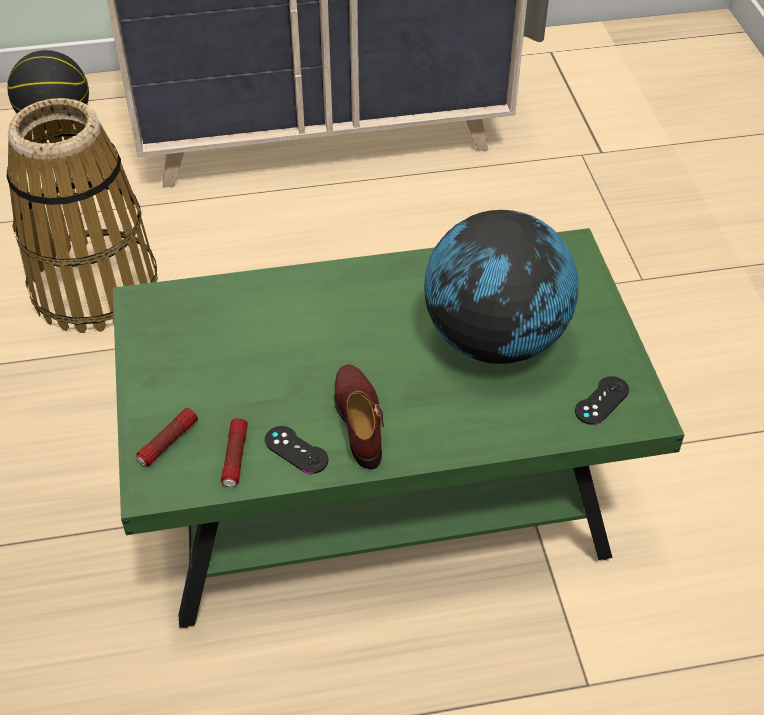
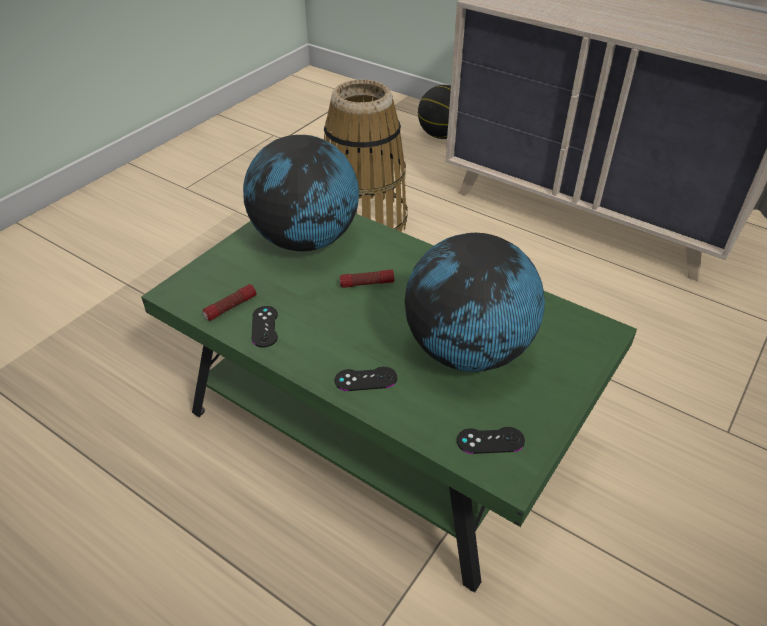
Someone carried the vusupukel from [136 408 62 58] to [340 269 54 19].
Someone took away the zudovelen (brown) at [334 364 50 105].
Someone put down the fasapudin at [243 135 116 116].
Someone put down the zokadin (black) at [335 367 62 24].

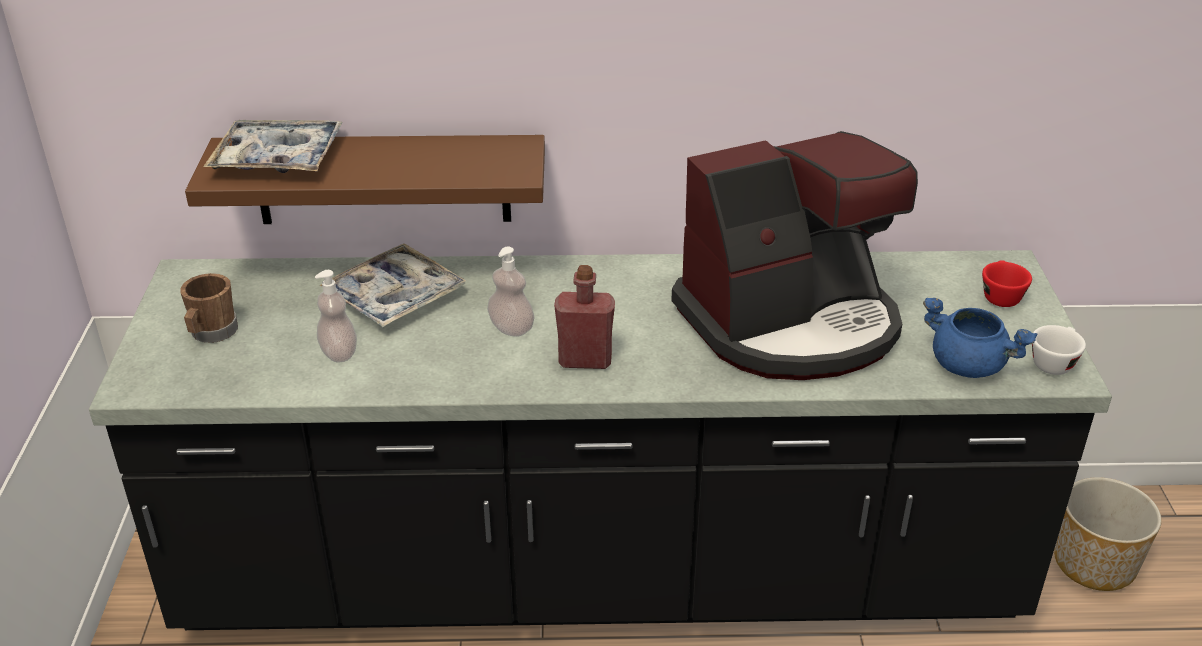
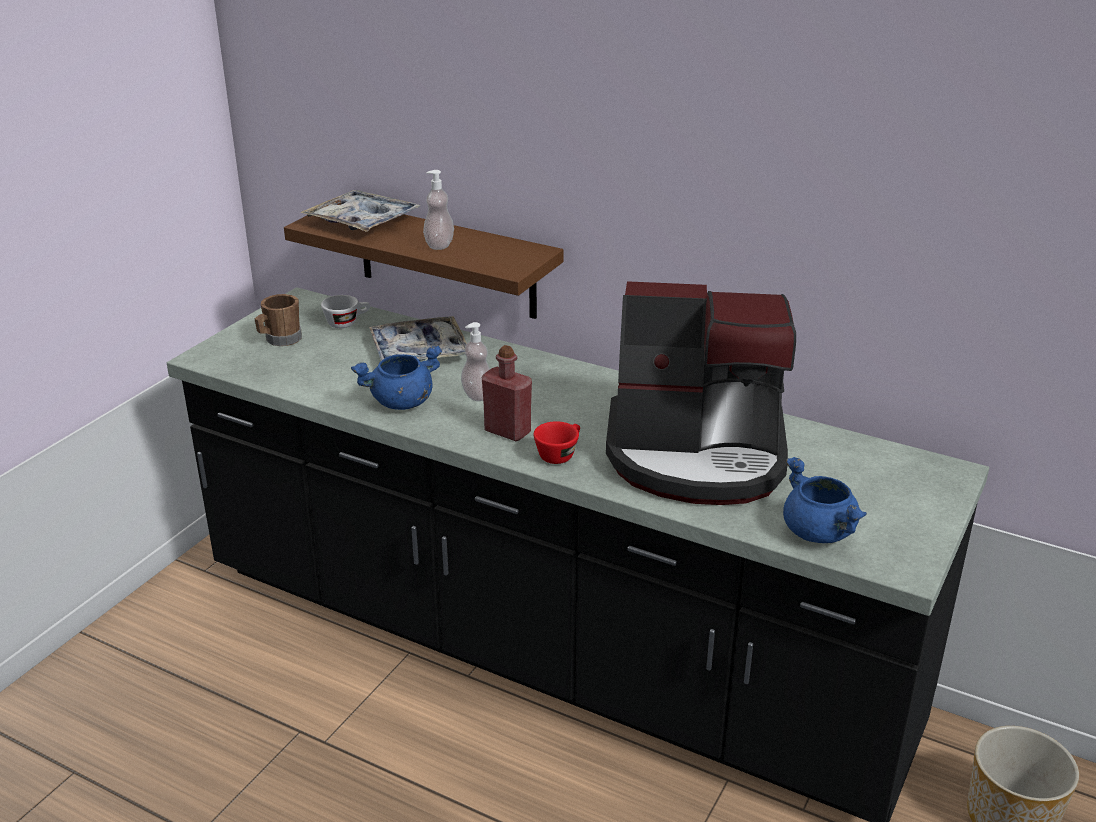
Someone carried the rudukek from [315 270 42 93] to [423 170 31 80].
Someone carried the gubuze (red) from [982 260 50 47] to [533 421 47 43].
Someone carried the gubuze (white) from [1032 325 54 50] to [321 295 49 33].
Someone put down the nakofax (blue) at [351 345 91 65].

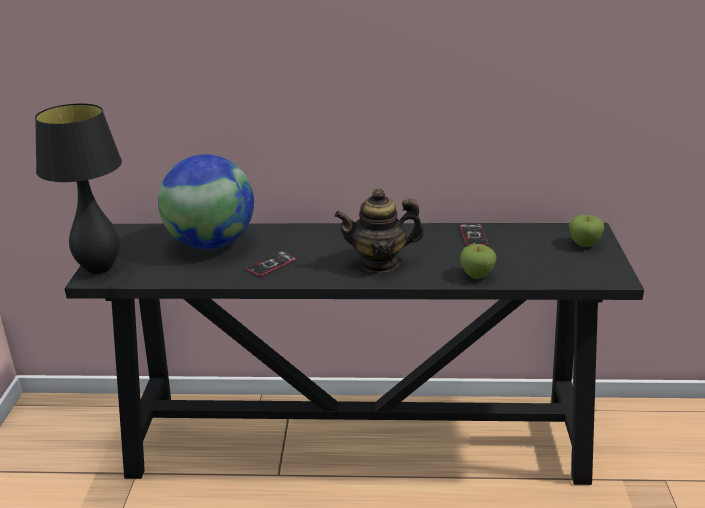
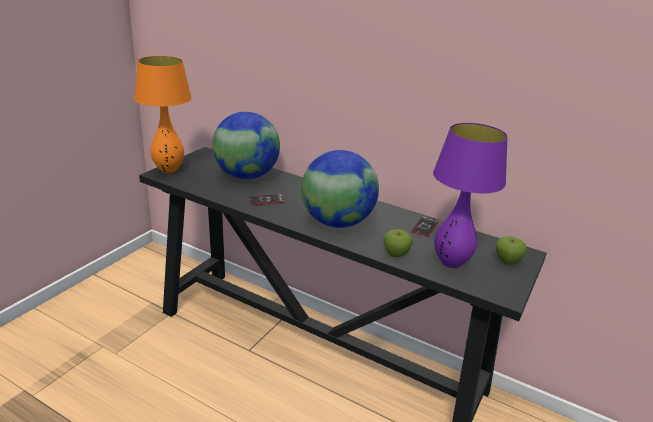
Someone repainted the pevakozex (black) at [35 103 87 171], which became the pevakozex (orange) at [134 56 58 117].
Someone swapped the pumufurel at [334 188 90 85] for the fasapudin at [301 150 78 78].
Someone put down the pevakozex (purple) at [433 123 75 145].

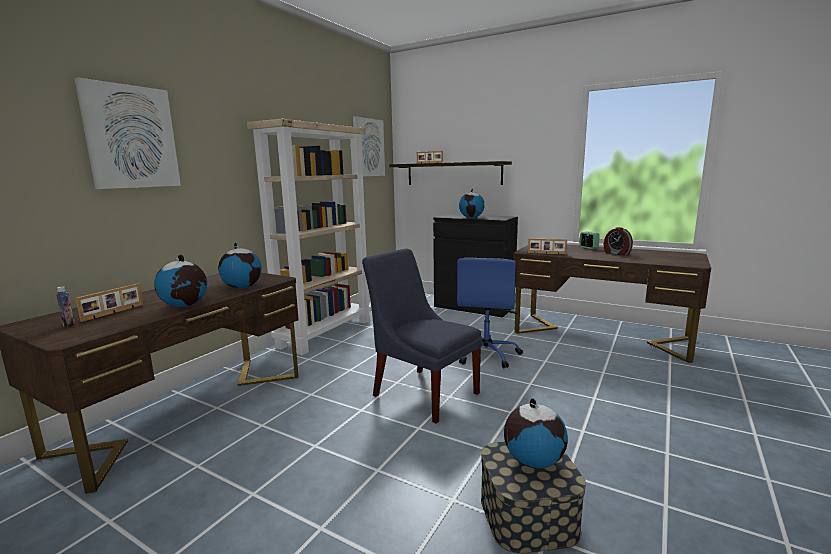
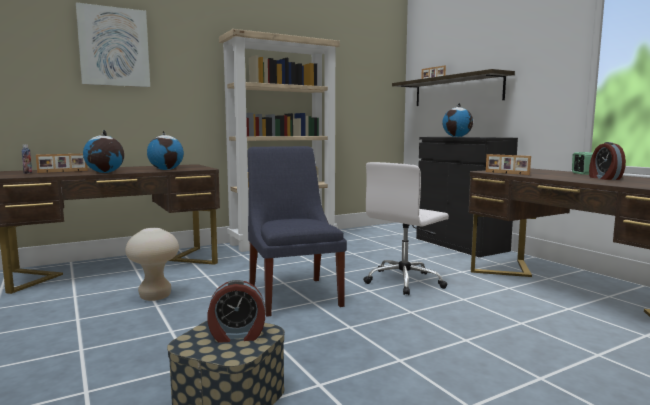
Someone took away the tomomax at [353 116 32 60].
Someone repainted the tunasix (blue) at [457 258 66 110], which became the tunasix (white) at [364 162 85 133].
Someone swapped the fasapudin at [504 398 64 71] for the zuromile at [208 280 57 63].
Someone put down the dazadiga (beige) at [125 228 54 73].

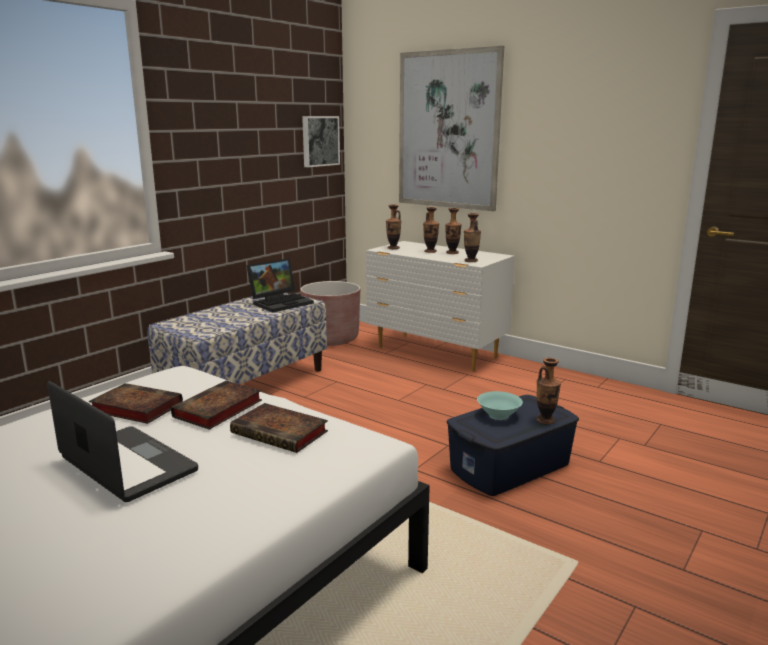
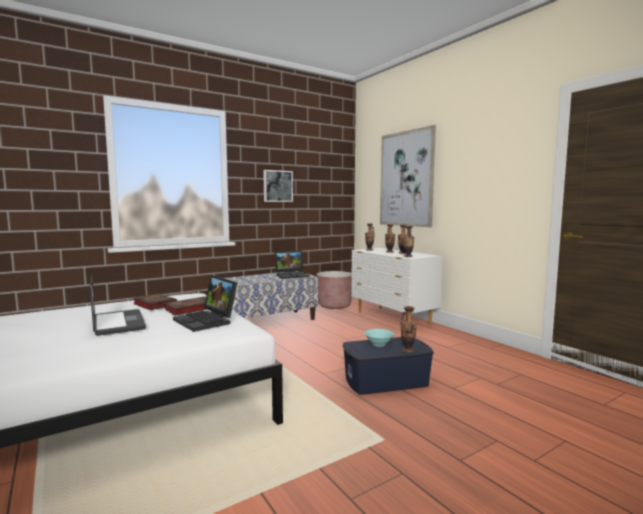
Someone swapped the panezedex at [230 403 98 50] for the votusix at [173 275 65 57].
Someone carried the tomomax from [302 116 38 51] to [263 170 30 32].

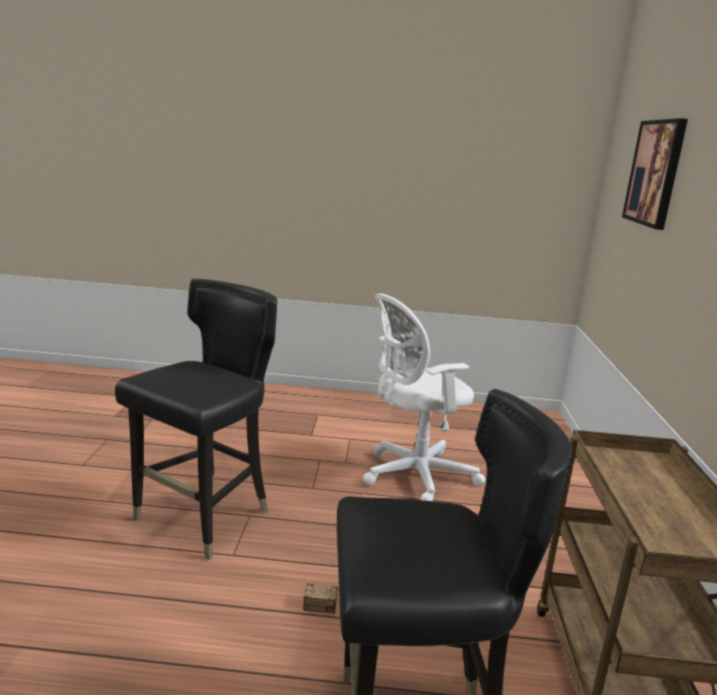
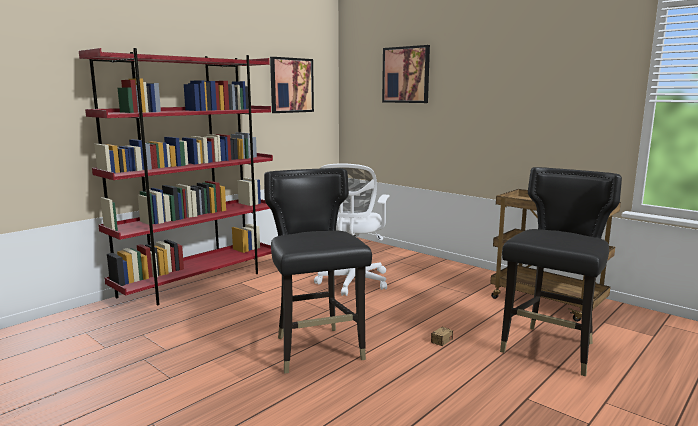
Someone put down the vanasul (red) at [79 48 194 257].
Someone put up the tomomax at [270 57 44 56].

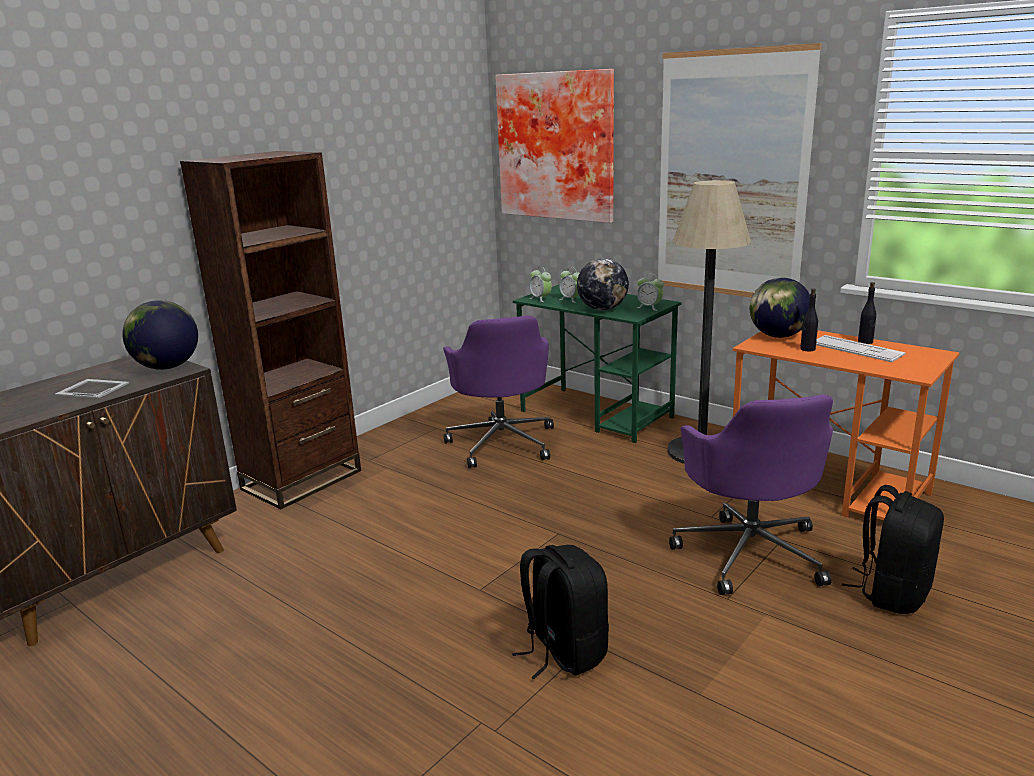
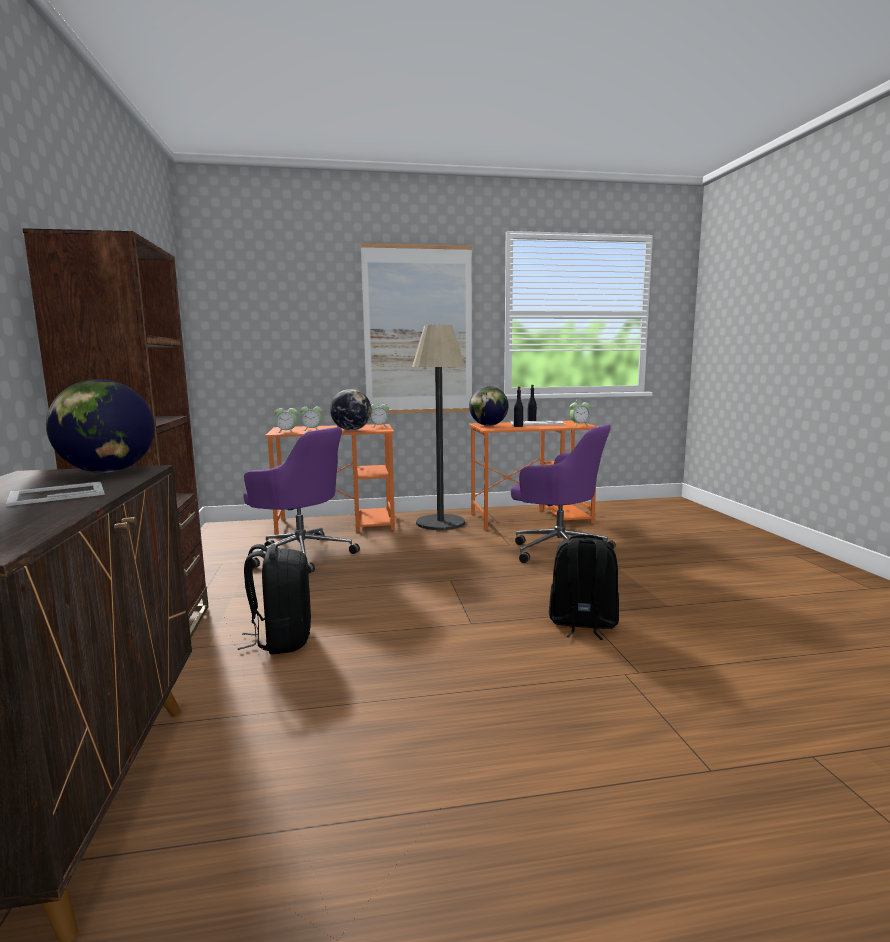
Someone took away the tomomax at [495 69 119 154].
Someone repainted the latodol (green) at [513 285 169 158], which became the latodol (orange) at [265 424 130 111].
Someone carried the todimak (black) from [842 485 102 129] to [238 544 73 111].
Someone put down the zuromile at [570 399 20 27].

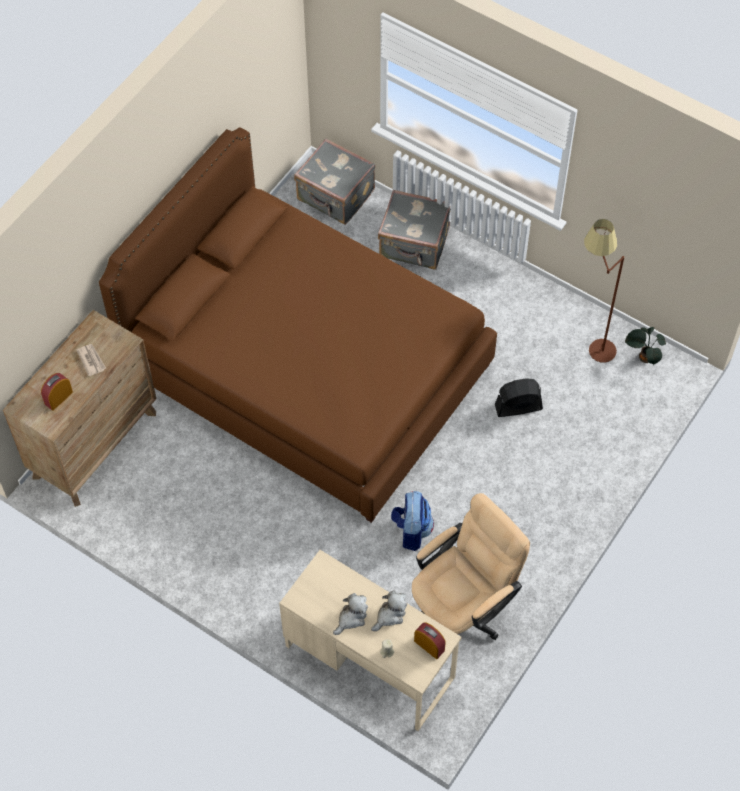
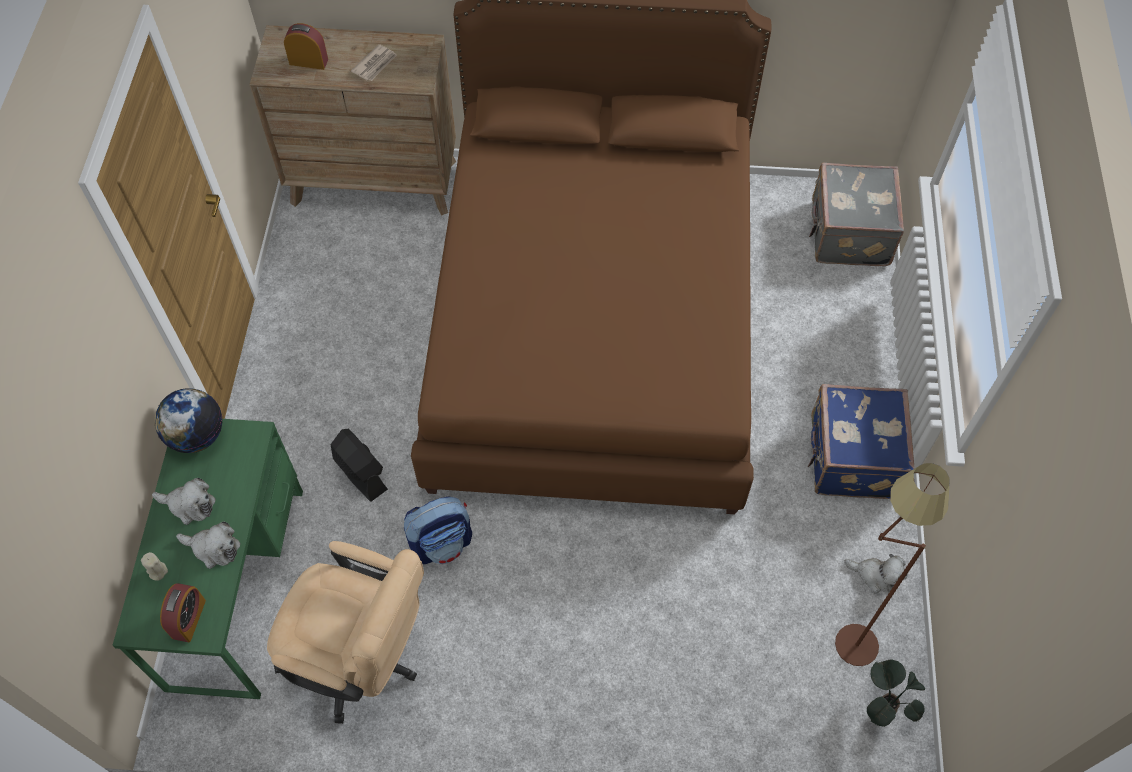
Someone repainted the latodol (beige) at [279 550 182 181], which became the latodol (green) at [112 419 191 280].
Someone took away the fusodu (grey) at [378 190 73 80].
Someone carried the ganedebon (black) from [495 378 48 39] to [330 428 58 74].
Someone put down the fasapudin at [155 388 67 65].
Someone put down the fusodu (blue) at [808 384 107 115].
Someone put down the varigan at [845 554 62 40].

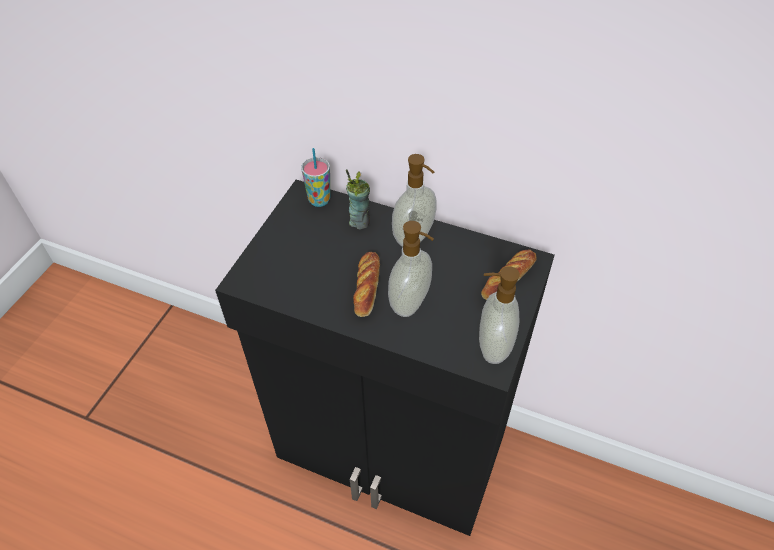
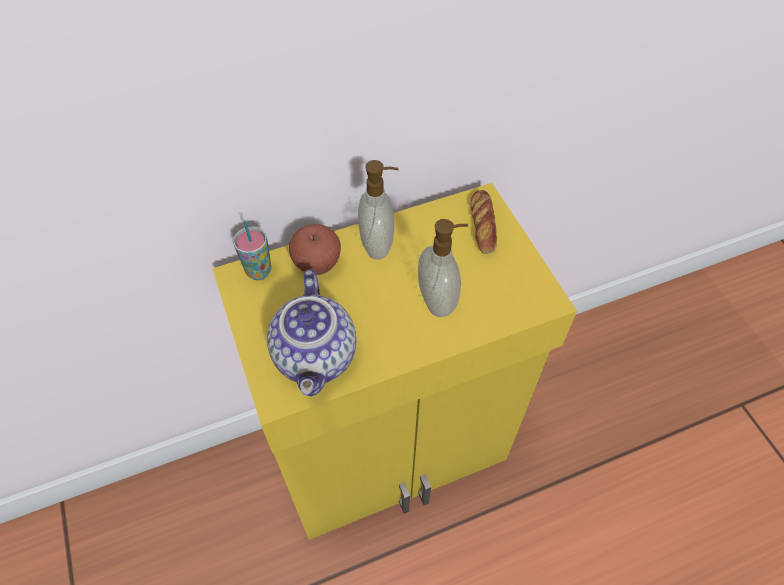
Someone repainted the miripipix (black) at [215 180 339 356], which became the miripipix (yellow) at [212 183 365 357].
Someone swapped the gubuze at [346 169 24 60] for the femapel at [289 224 52 51].
Someone took away the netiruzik at [353 252 27 65].
Someone took away the rudukek at [479 266 41 98].
Someone put down the pumufurel at [267 269 89 127].

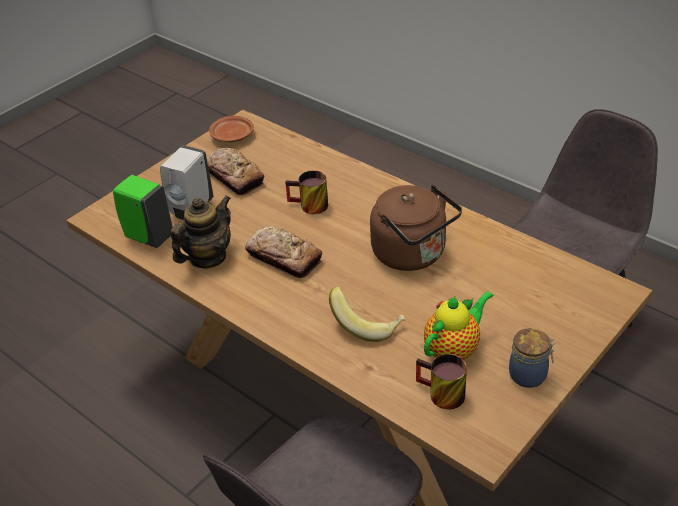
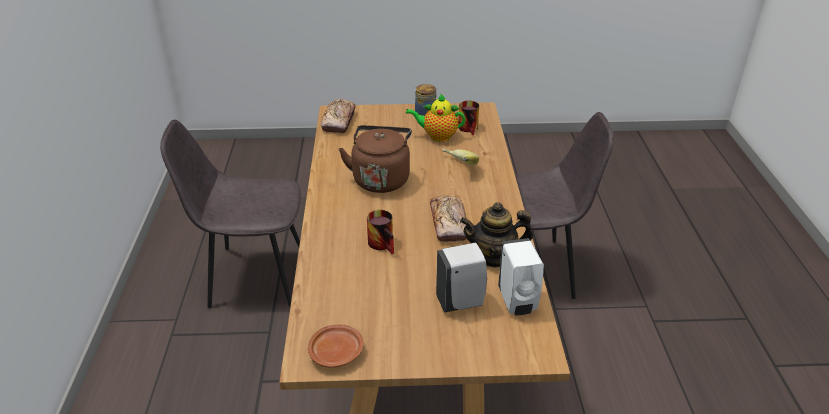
Someone repainted the rudukek (green) at [113 175 60 73], which became the rudukek (white) at [498 238 46 77].
Someone carried the netiruzik from [207 148 57 47] to [321 99 35 34].

